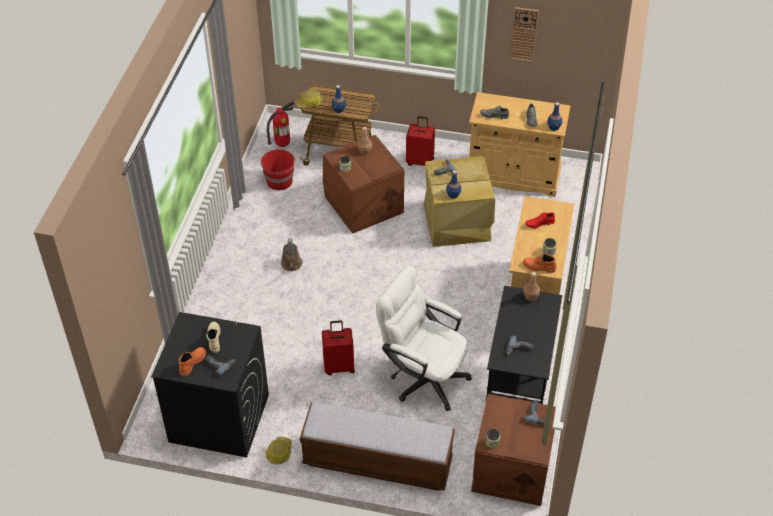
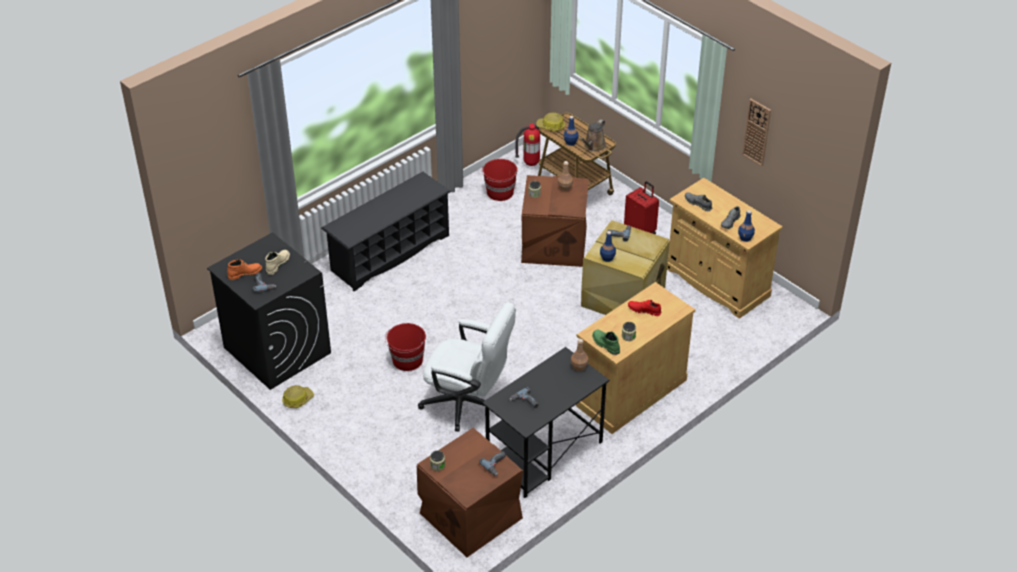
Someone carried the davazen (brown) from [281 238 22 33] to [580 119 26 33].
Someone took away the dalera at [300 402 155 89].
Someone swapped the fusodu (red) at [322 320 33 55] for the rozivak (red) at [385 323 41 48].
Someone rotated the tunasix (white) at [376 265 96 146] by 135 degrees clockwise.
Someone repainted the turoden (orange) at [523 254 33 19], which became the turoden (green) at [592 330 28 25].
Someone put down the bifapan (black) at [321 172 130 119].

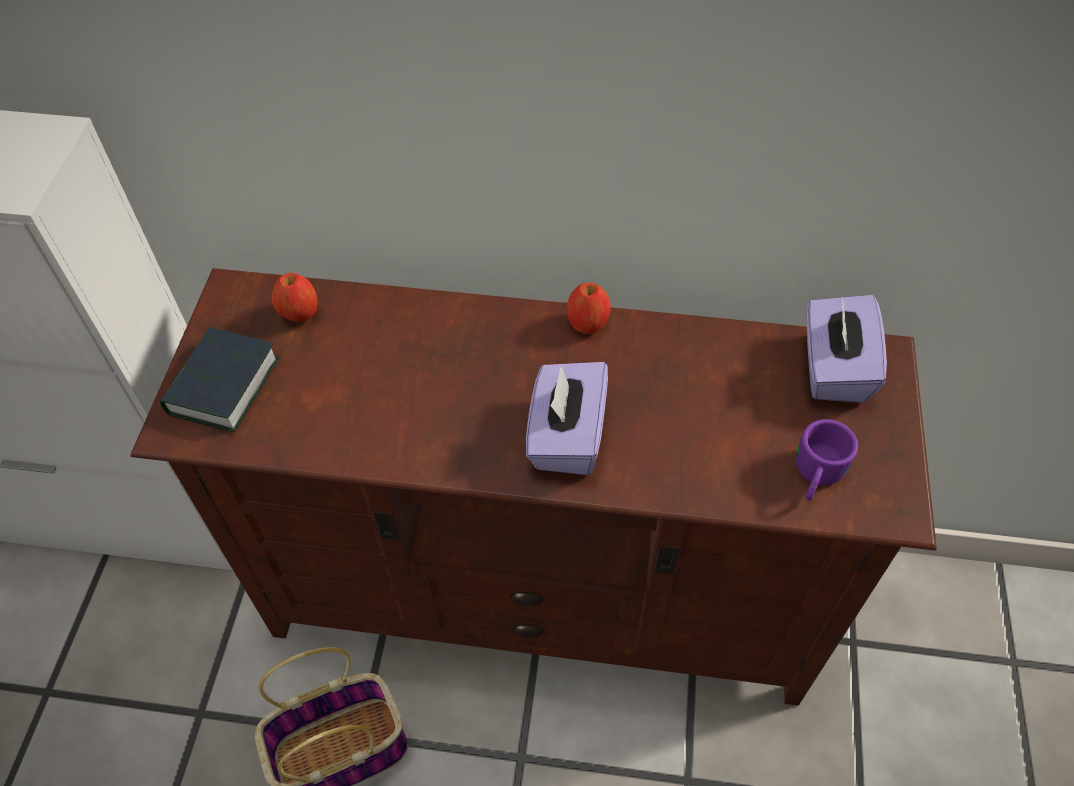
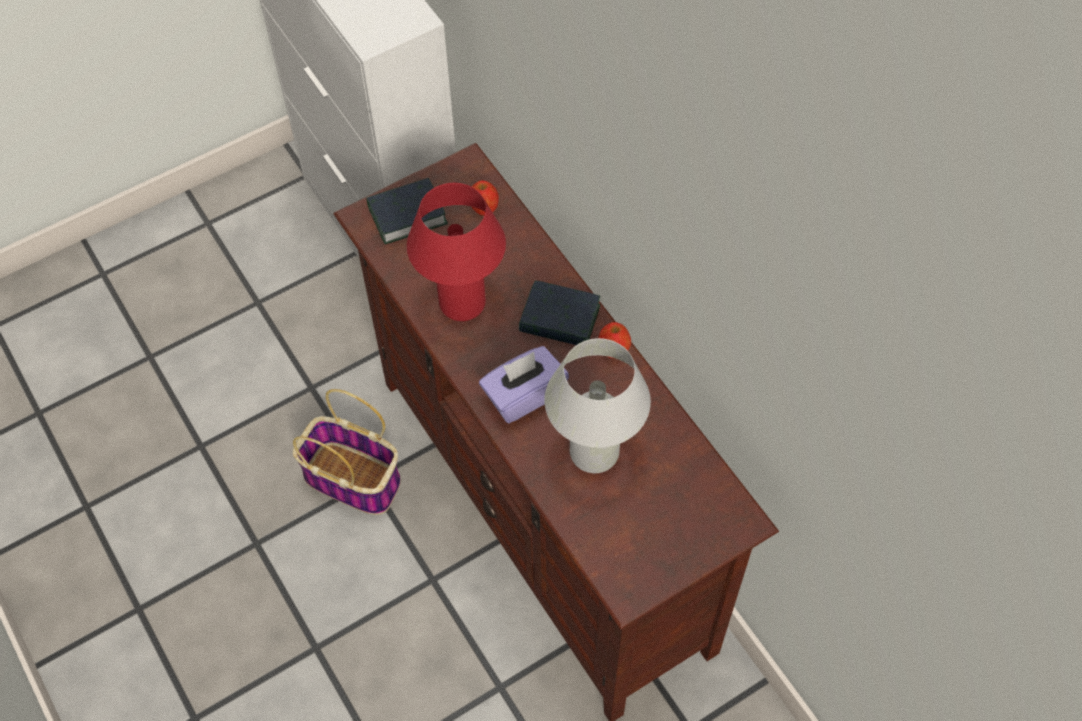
Someone took away the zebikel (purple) at [796 419 62 82].
Someone took away the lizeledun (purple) at [806 295 81 108].
Someone put down the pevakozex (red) at [407 183 99 138].
Someone put down the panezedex at [519 281 81 64].
Someone put down the pevakozex (white) at [544 338 107 135].

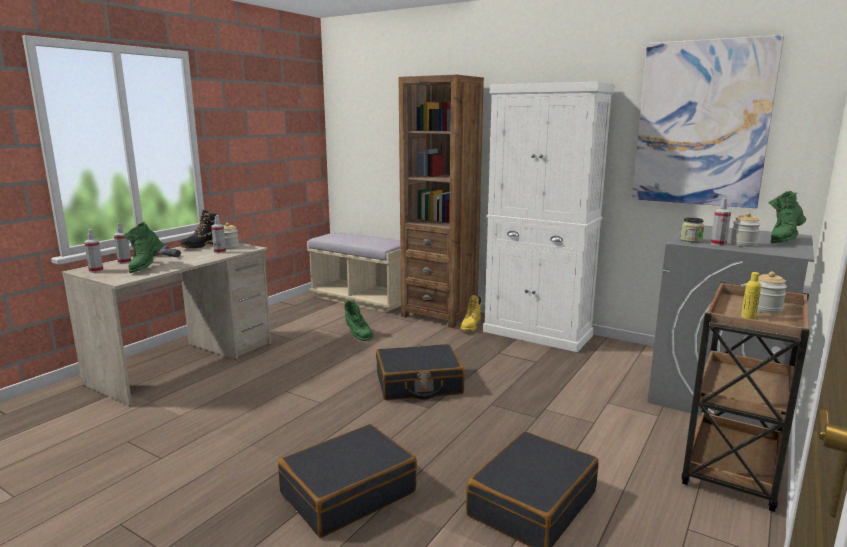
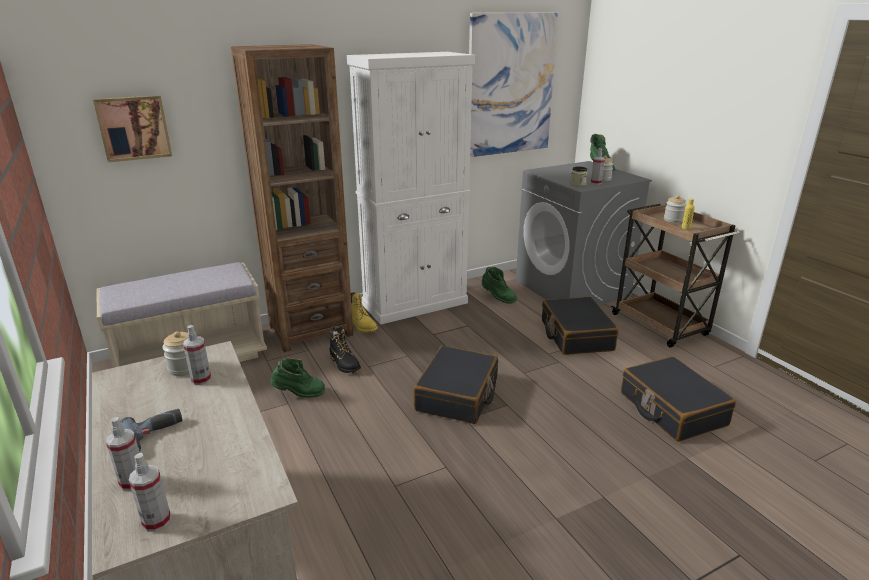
Someone carried the turoden (green) from [123 222 41 51] to [481 267 36 37].
Someone carried the turoden (black) from [180 210 37 38] to [329 326 32 47].
Someone carried the fusodu (black) from [278 424 139 114] to [542 297 77 58].
Someone put up the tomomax at [93 95 79 67].

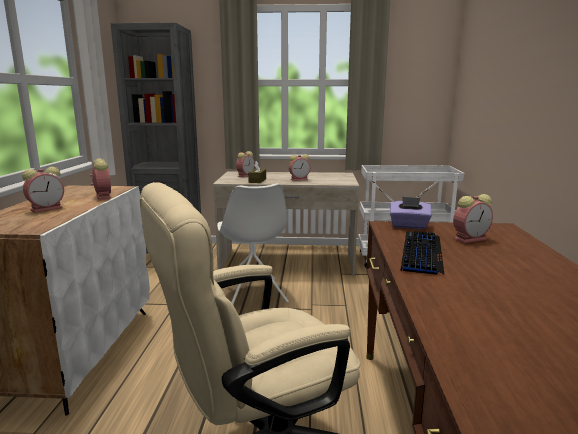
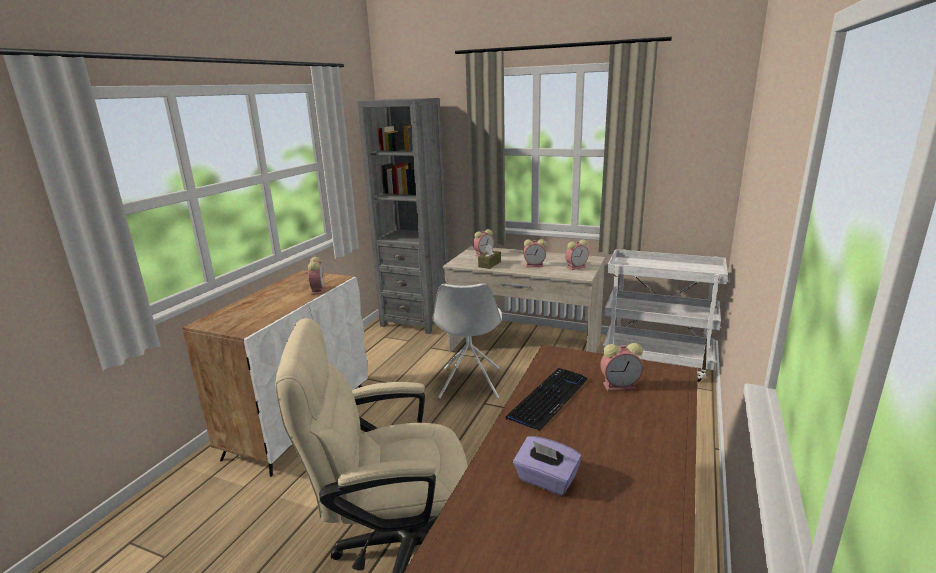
Someone carried the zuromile from [22 167 42 46] to [565 240 24 30].
Someone carried the lizeledun (purple) from [390 196 42 33] to [513 436 69 60].

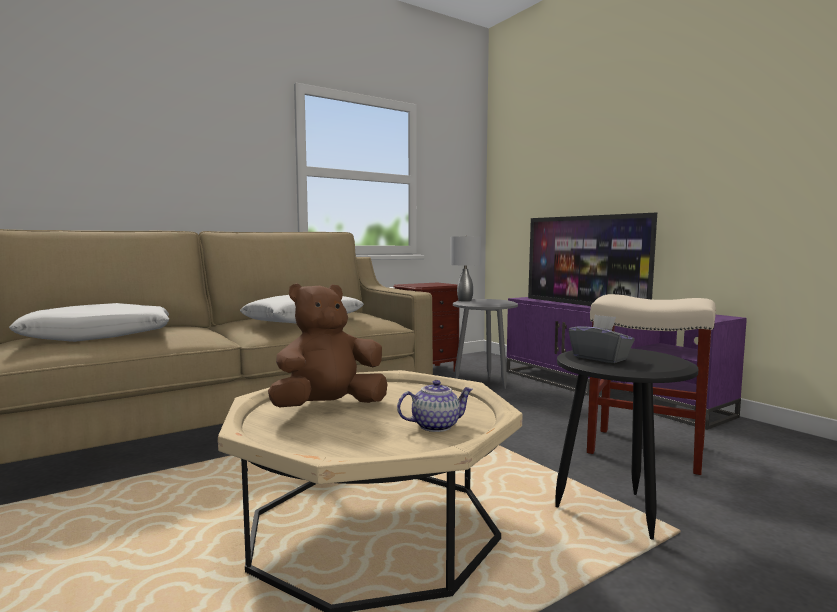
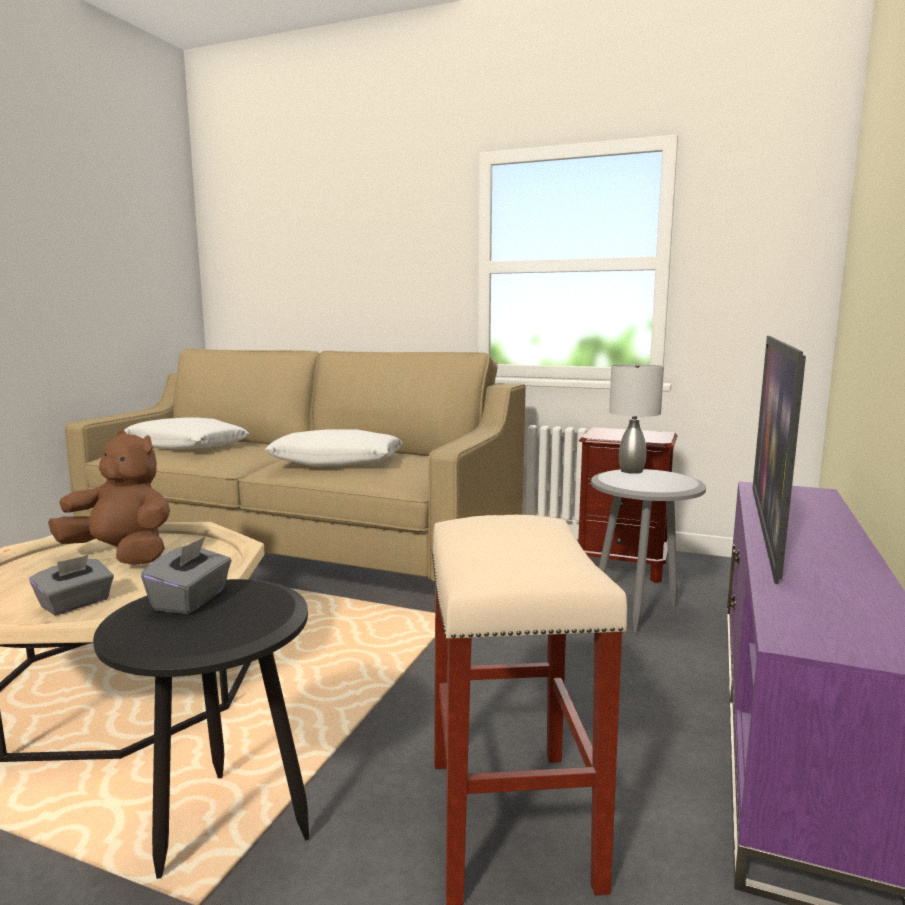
Someone swapped the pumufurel at [397 380 76 52] for the lizeledun (grey) at [30 555 84 60].

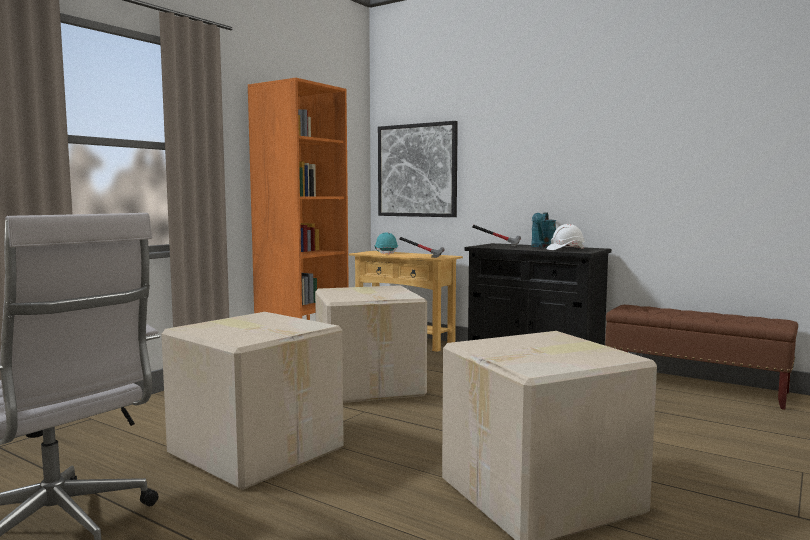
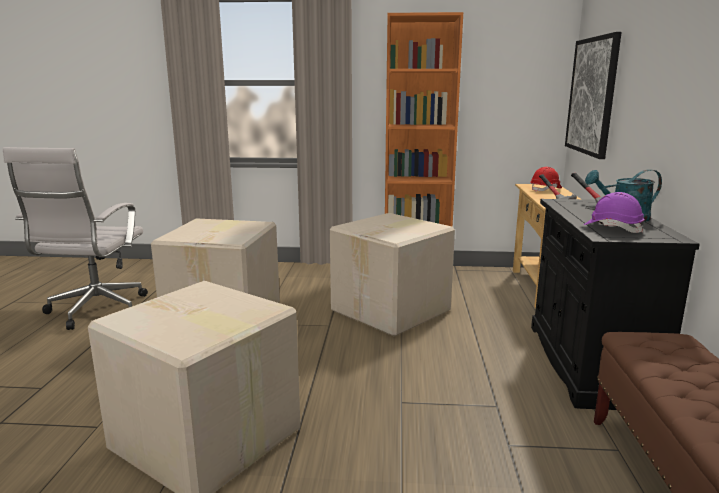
Someone repainted the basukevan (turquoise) at [375 232 23 23], which became the basukevan (red) at [530 167 32 25].
Someone repainted the basukevan (white) at [546 224 39 26], which became the basukevan (purple) at [584 192 60 41].

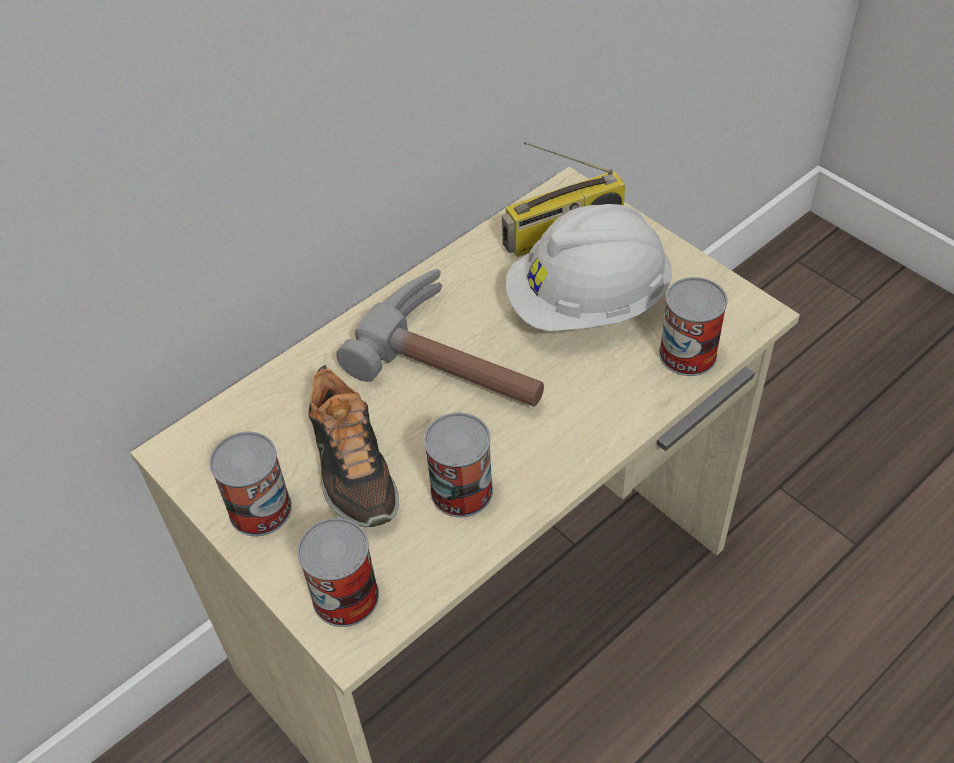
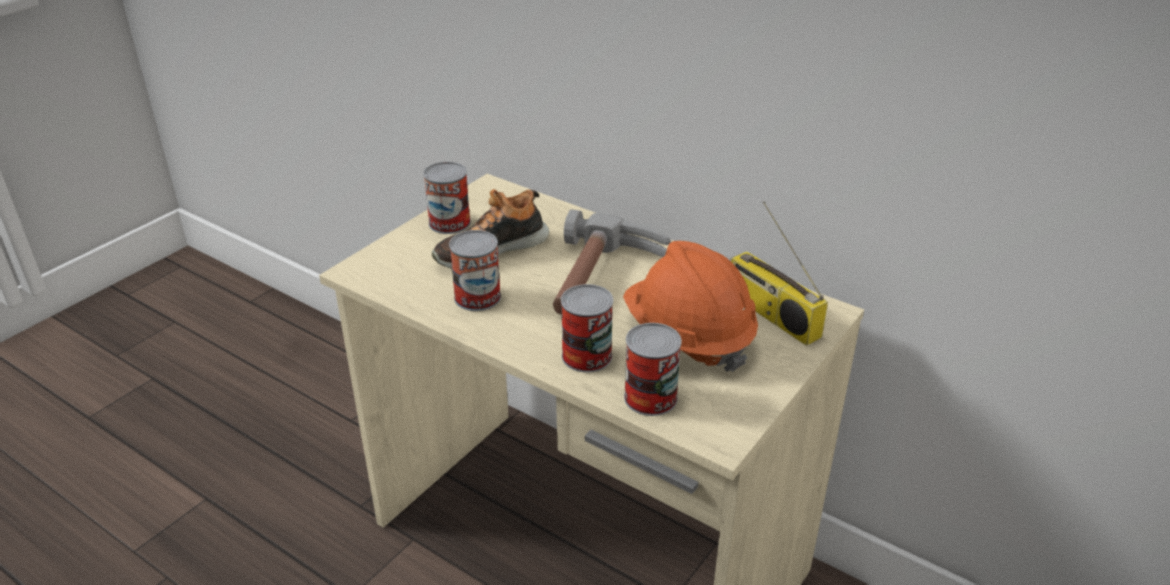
Someone carried the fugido from [297 518 82 109] to [561 284 52 89].
Someone repainted the basukevan (white) at [506 204 166 127], which became the basukevan (orange) at [623 241 135 131].

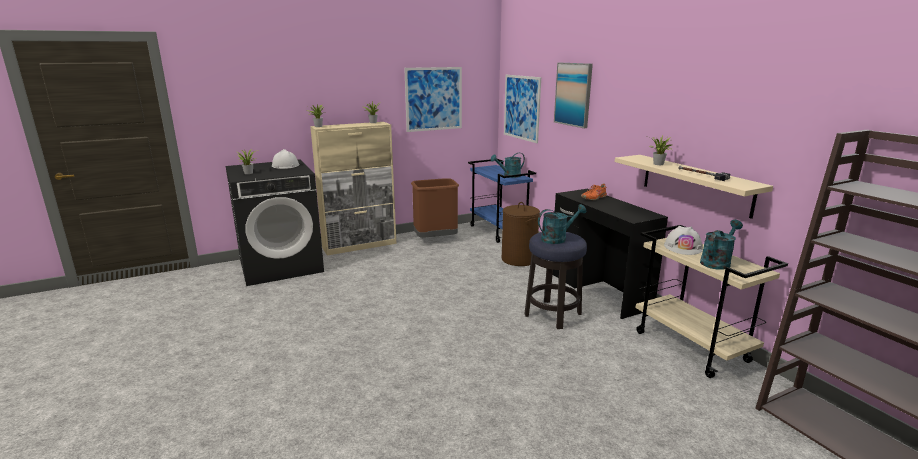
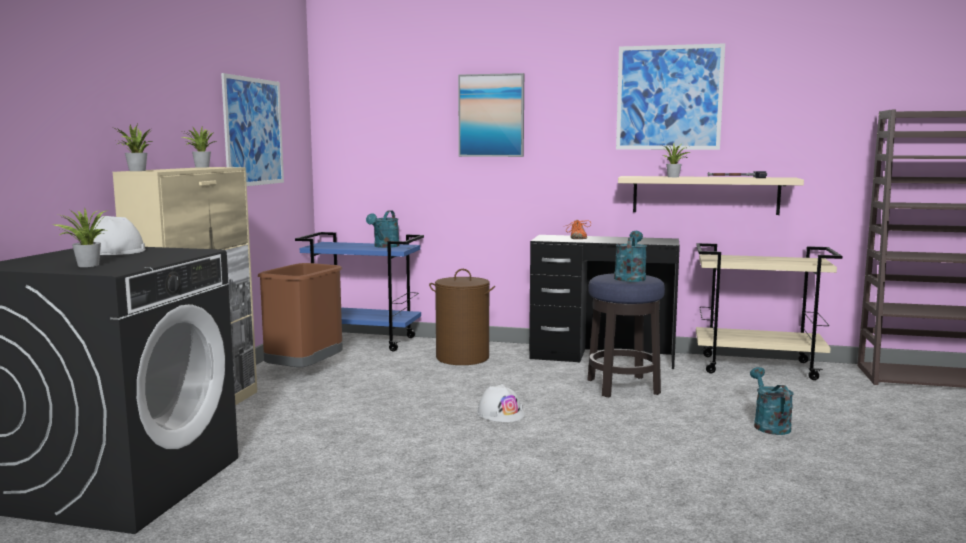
Someone carried the tomomax from [504 75 37 68] to [616 43 109 107].
Someone carried the basukevan (white) from [664 226 39 29] to [477 384 48 38].
Someone carried the davazen (turquoise) from [700 220 43 50] to [750 367 44 68].

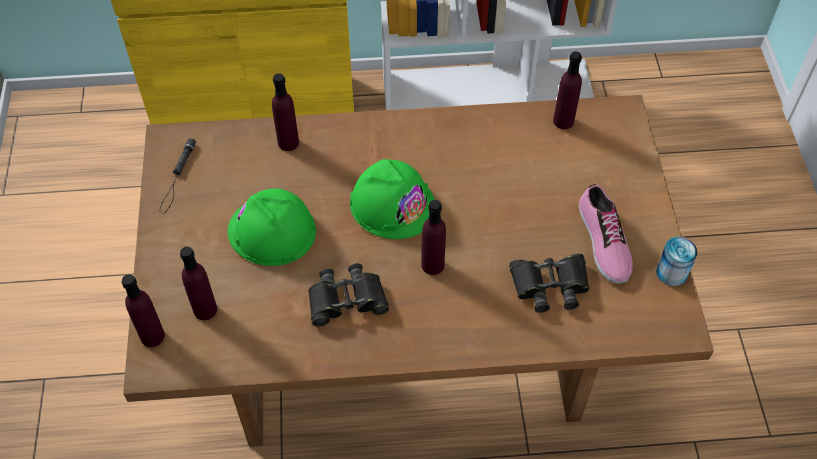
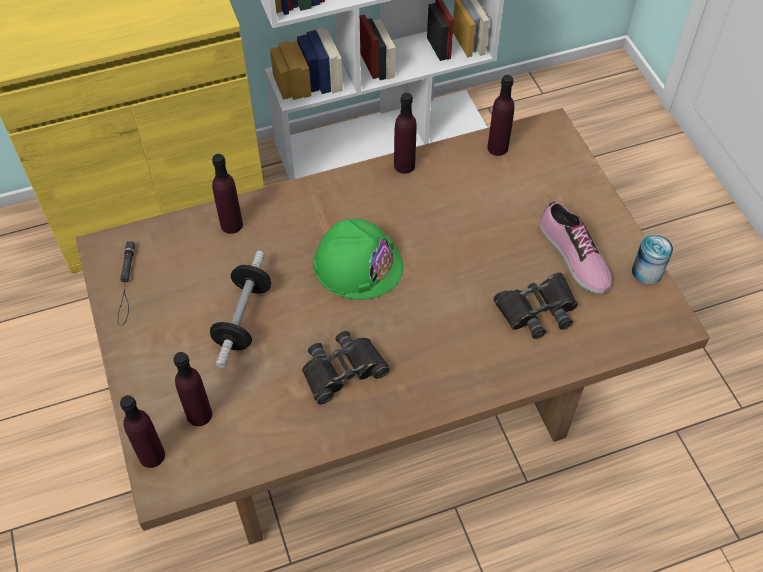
Someone swapped the basukevan (green) at [228 188 88 78] for the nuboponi at [210 251 61 117].
Someone carried the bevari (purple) from [421 200 25 75] to [394 93 23 81].

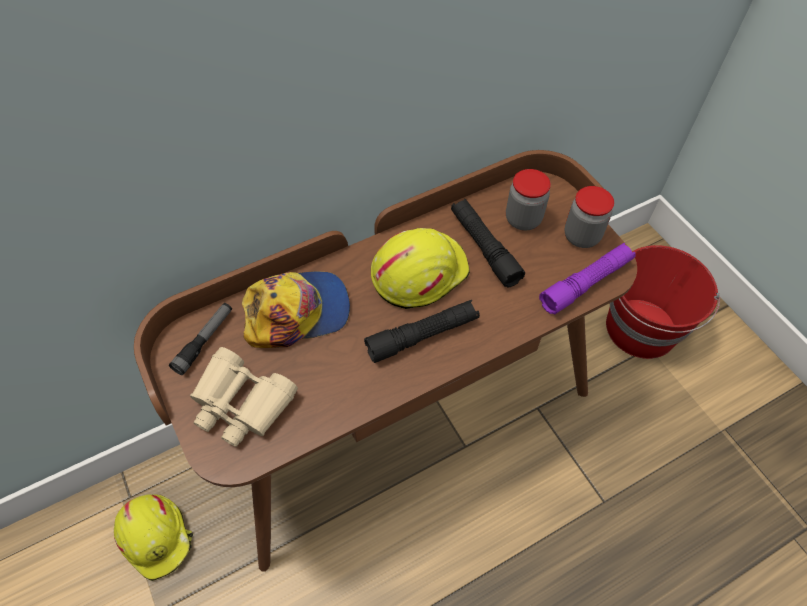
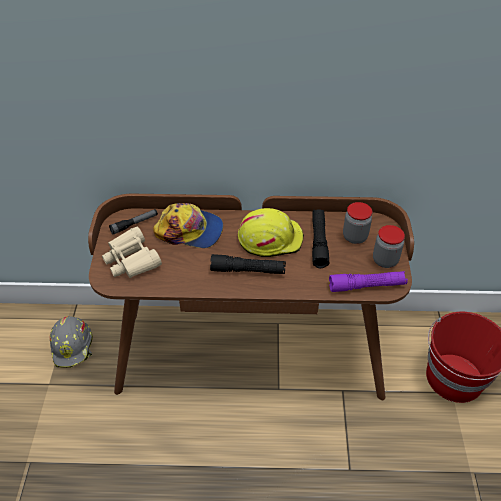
Someone repainted the basukevan (yellow) at [114 494 79 87], which became the basukevan (grey) at [50 316 43 52].

